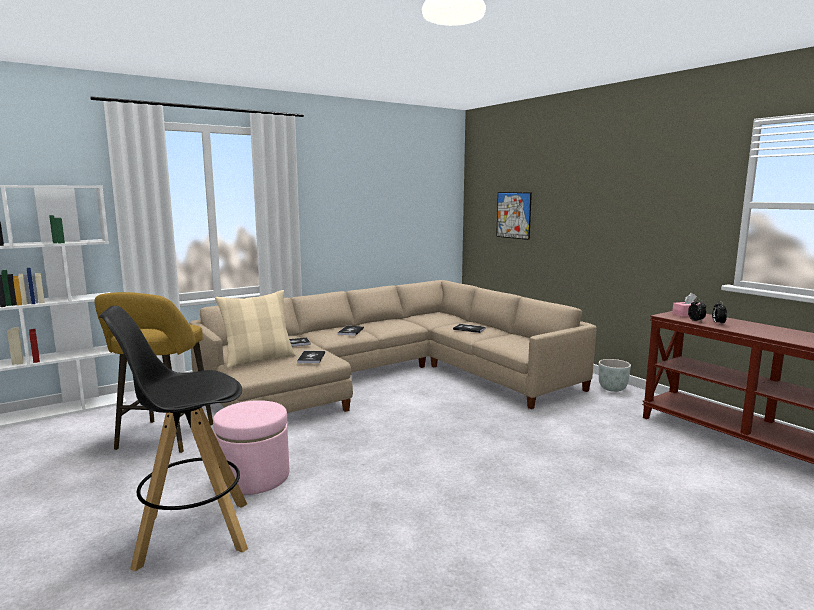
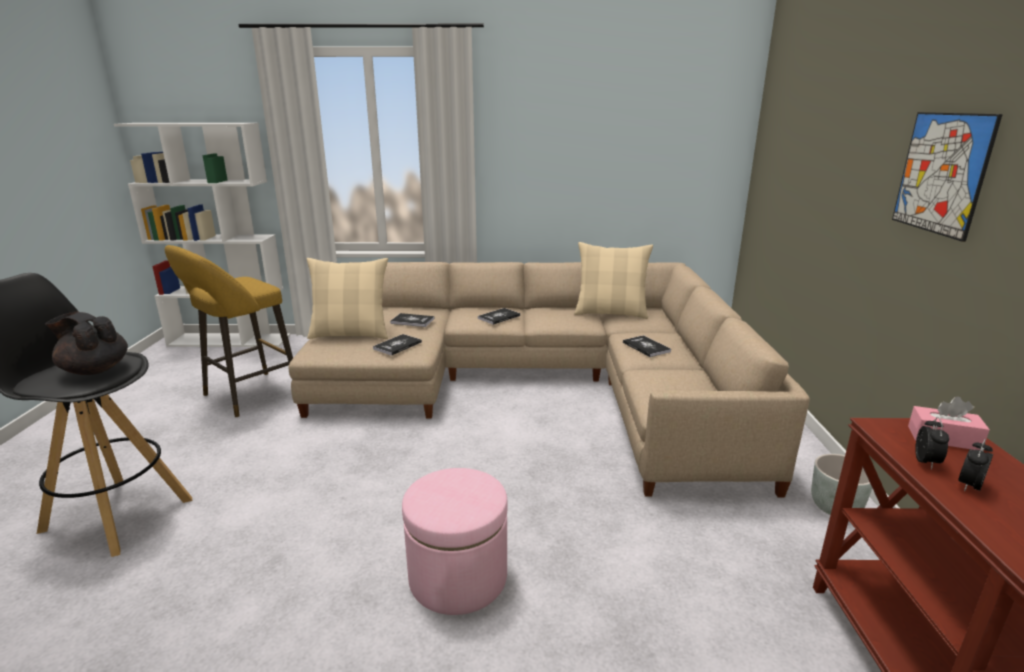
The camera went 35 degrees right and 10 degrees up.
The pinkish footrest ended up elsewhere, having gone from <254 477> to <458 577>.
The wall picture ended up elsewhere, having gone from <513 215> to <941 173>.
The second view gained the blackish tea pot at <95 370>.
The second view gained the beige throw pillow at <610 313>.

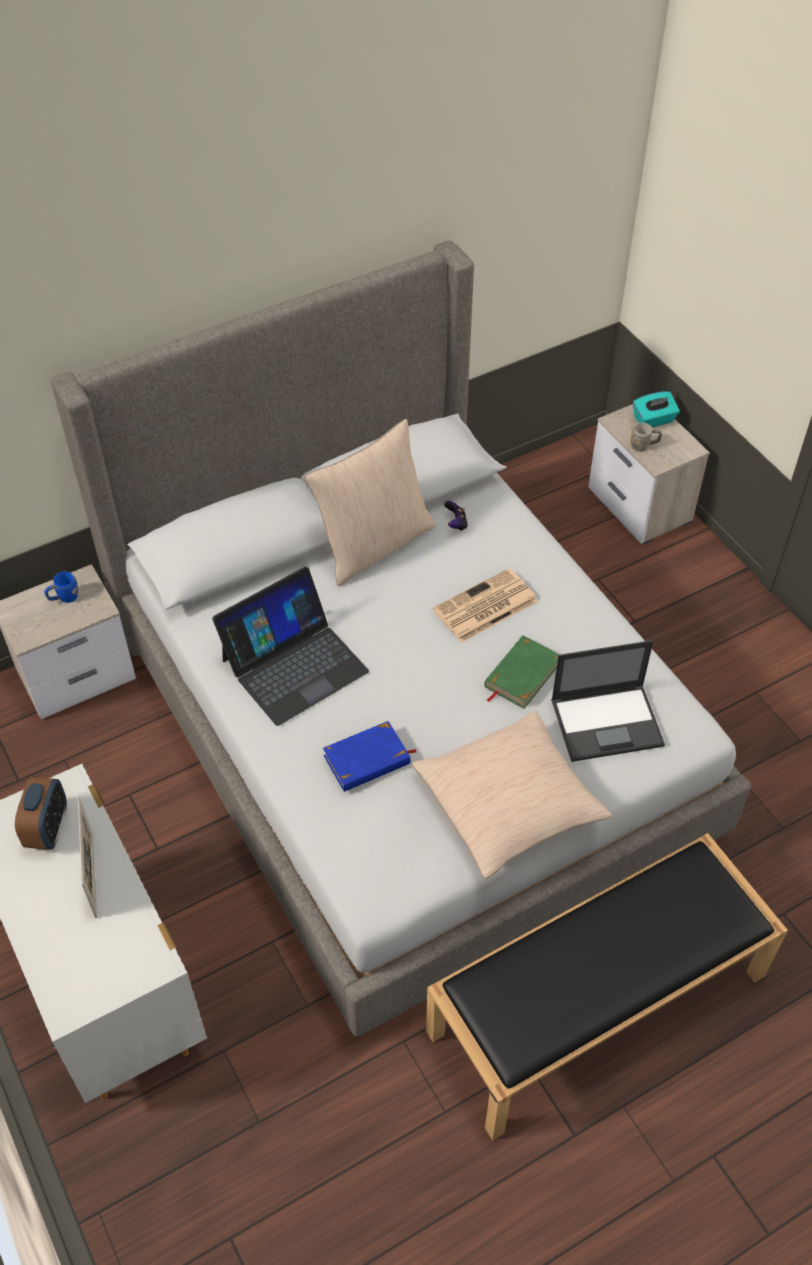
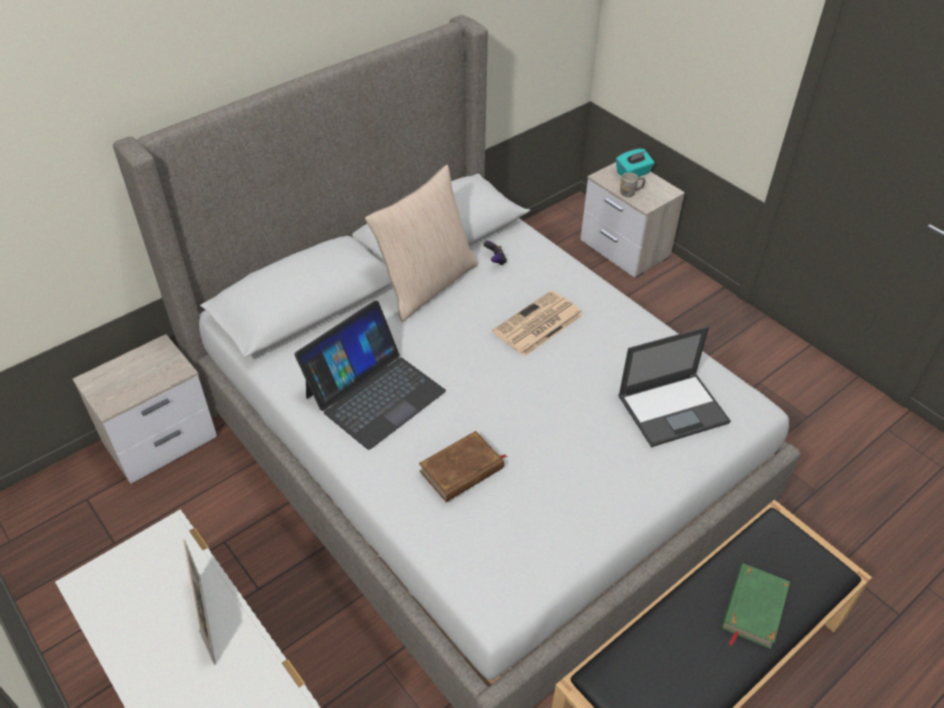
The camera went 10 degrees left and 5 degrees down.
The second view lost the alarm clock at <48 829>.
The second view lost the bluish mug at <64 598>.
What was the bluish bound book at <367 760> turned into the brown bound book at <462 470>.
The second view lost the beige throw pillow at <509 803>.
The greenish bound book ended up elsewhere, having gone from <521 675> to <753 608>.

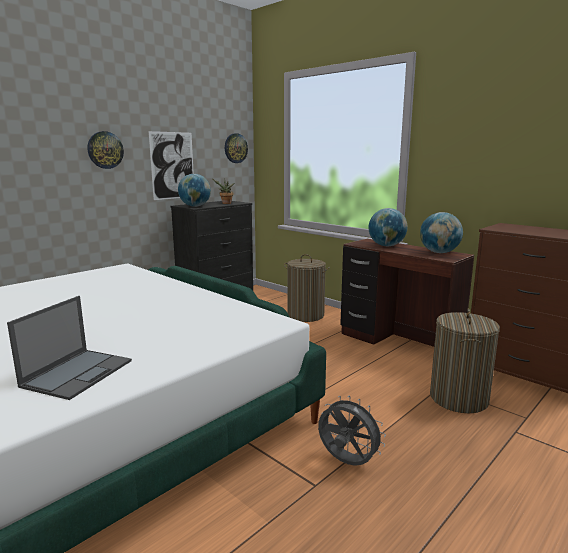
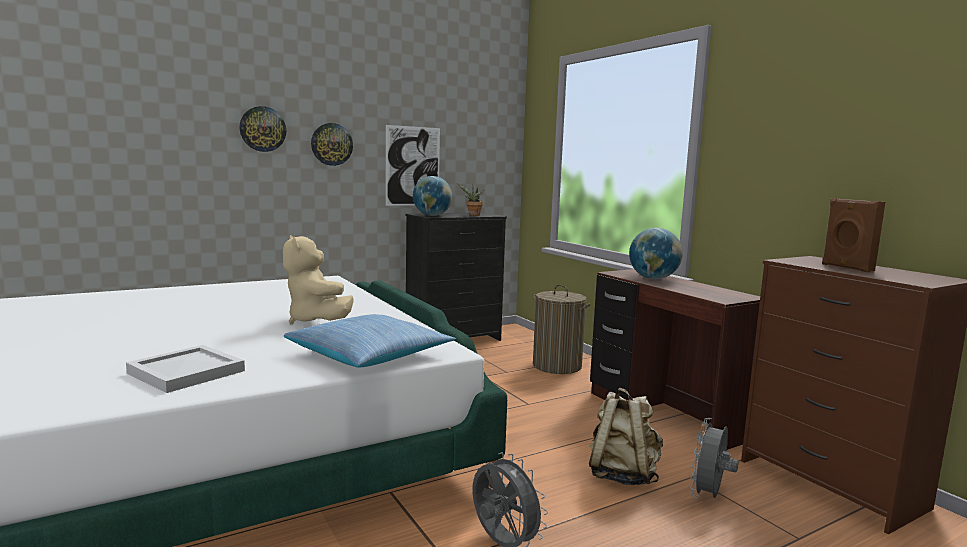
The camera went 15 degrees right and 5 degrees down.
Where the laptop stood at <78 373>, the white carrying tray came to stand at <187 371>.
The wall clock ended up elsewhere, having gone from <235 148> to <263 129>.
The second view lost the globe at <439 252>.
Where the laundry basket stood at <458 398>, the grey cooling fan came to stand at <709 496>.
The second view gained the beige soft toy at <316 321>.
The second view gained the throw pillow at <370 354>.
The second view gained the beige knapsack at <622 475>.
The second view gained the brown audio speaker at <846 267>.

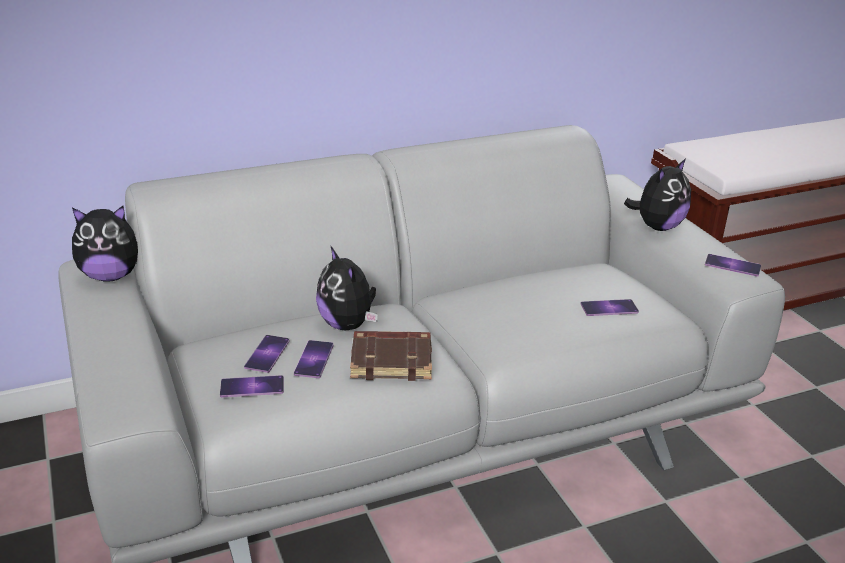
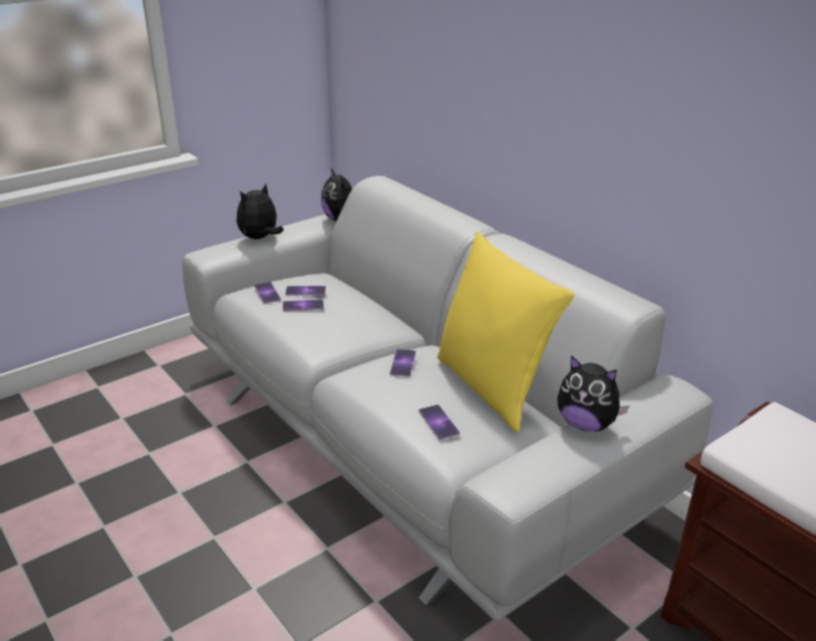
The camera went 75 degrees right and 0 degrees up.
The soft toy ended up elsewhere, having gone from <348 325> to <260 238>.
The second view lost the brown bound book at <392 360>.
The handset ended up elsewhere, having gone from <732 265> to <403 363>.
The second view gained the yellow throw pillow at <492 387>.

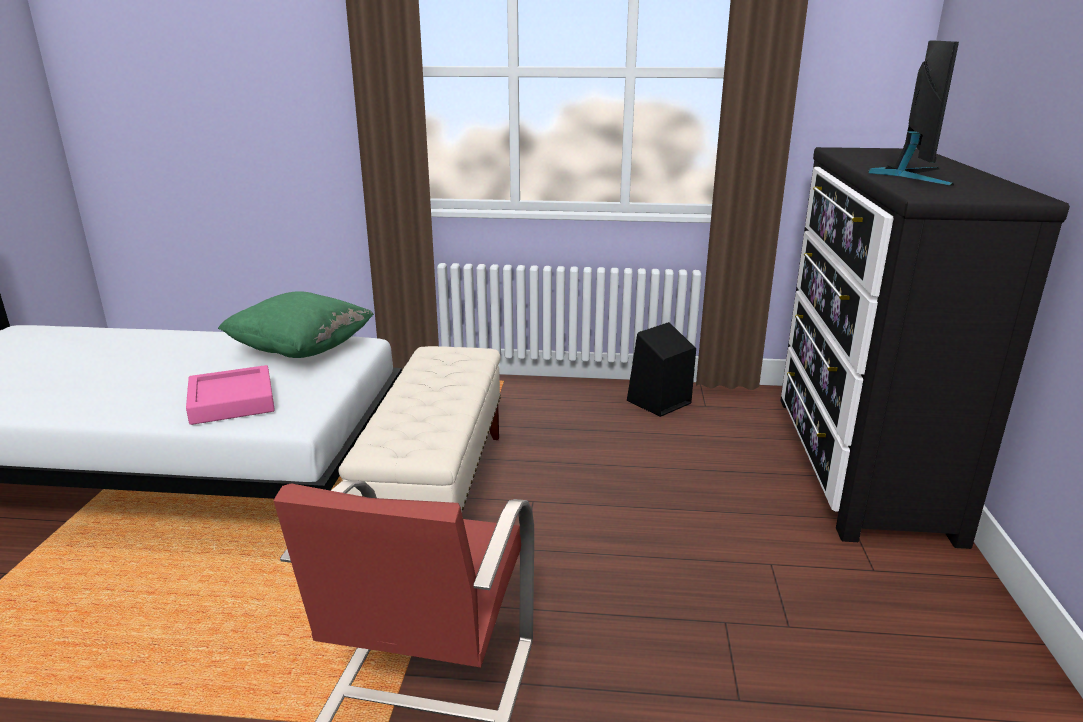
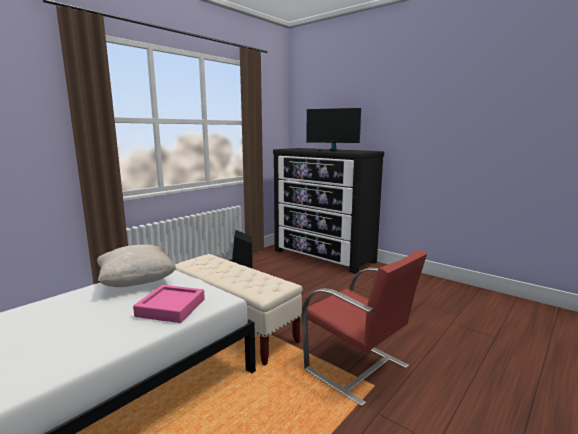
The camera went 55 degrees left and 10 degrees down.
What was the greenish throw pillow at <301 351> turned into the beige throw pillow at <137 282>.
The computer display at <911 175> ended up facing another way, 150 degrees clockwise from before.

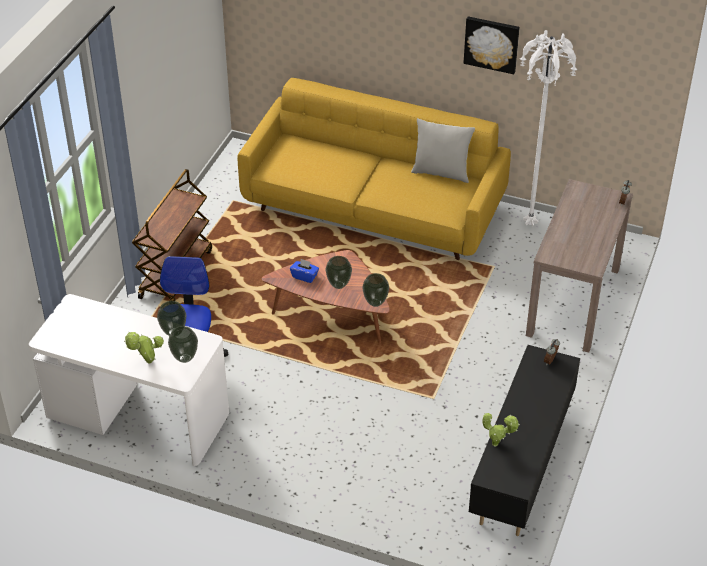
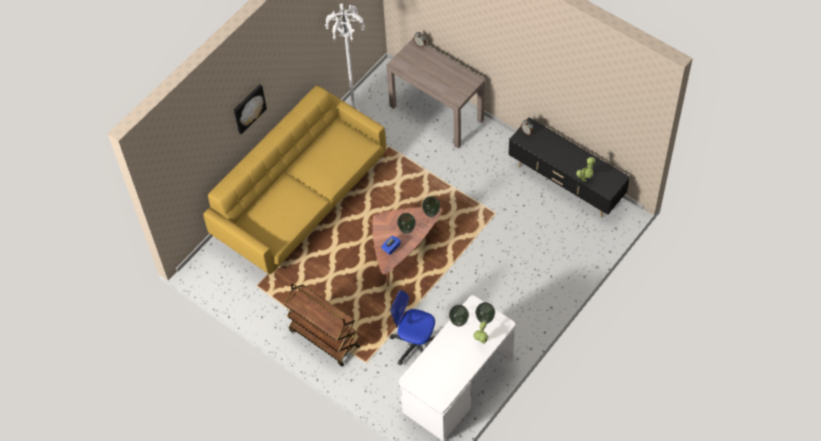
The camera went 70 degrees left and 15 degrees up.
The second view lost the grey throw pillow at <441 172>.
The wall picture ended up elsewhere, having gone from <491 44> to <248 108>.

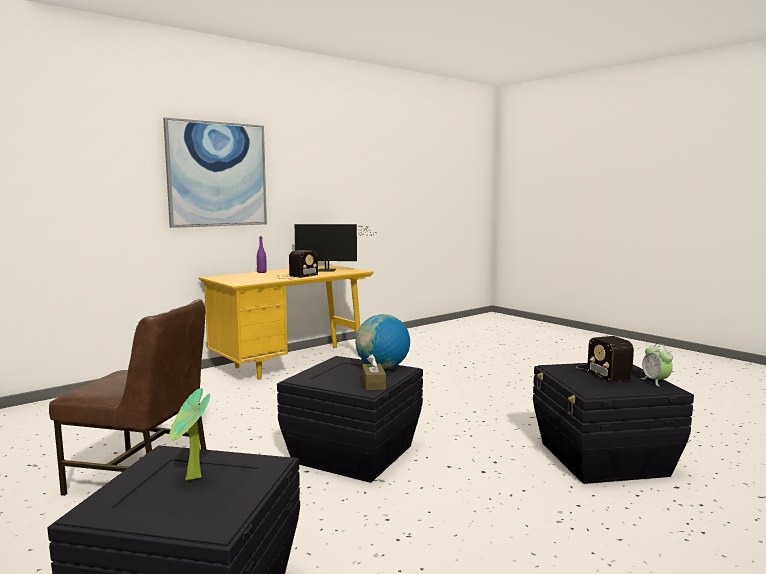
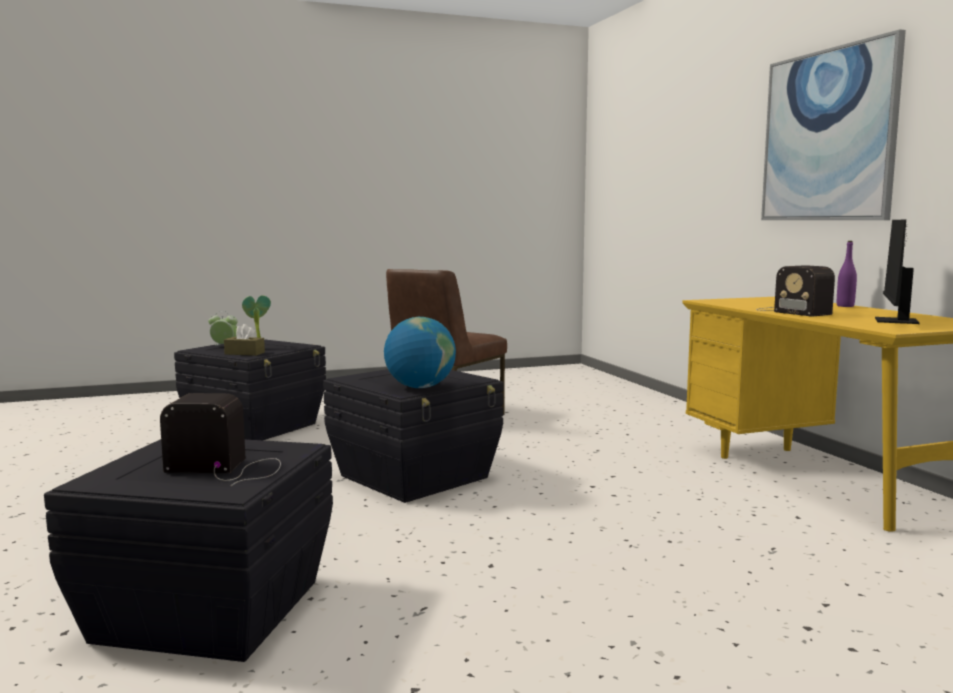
The camera went 110 degrees right and 0 degrees up.
The brown box of tissues ended up elsewhere, having gone from <373 384> to <244 353>.
The alarm clock ended up elsewhere, having gone from <655 381> to <224 346>.

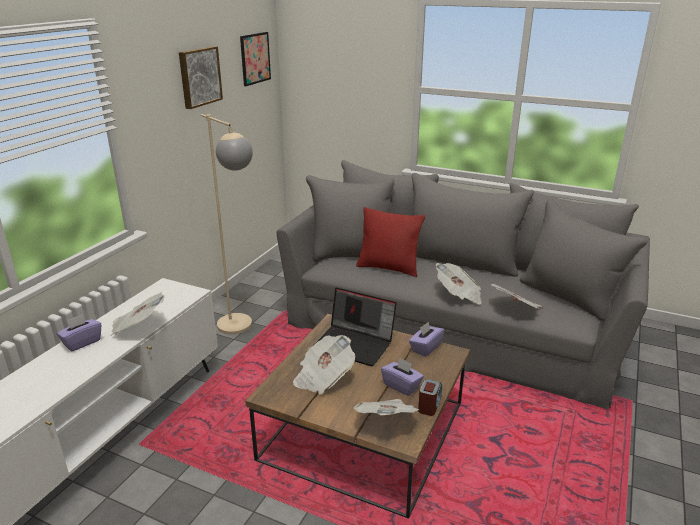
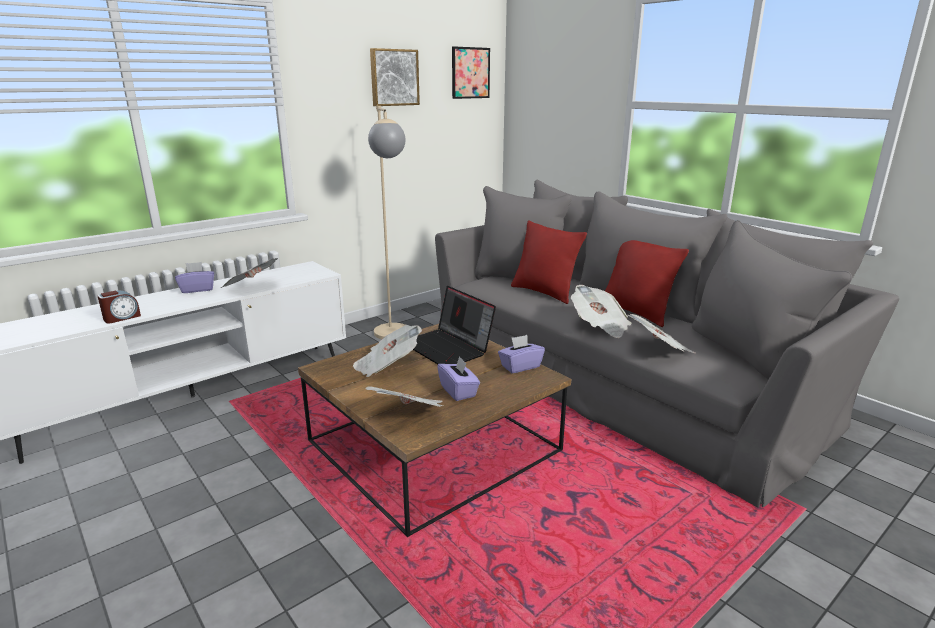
The camera went 25 degrees right and 5 degrees down.
The alarm clock ended up elsewhere, having gone from <429 405> to <122 318>.
The second view gained the red throw pillow at <636 312>.

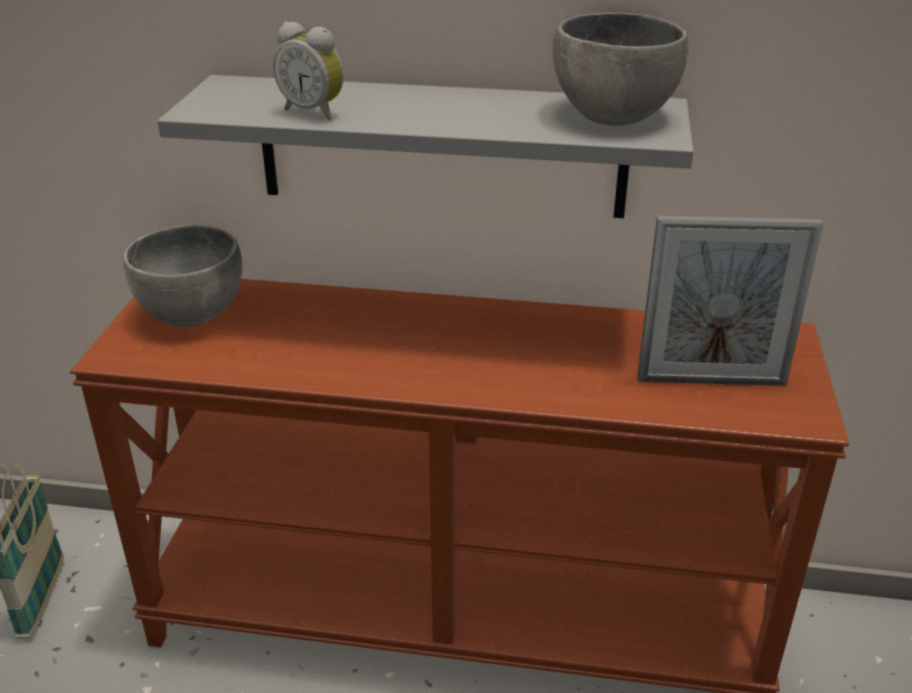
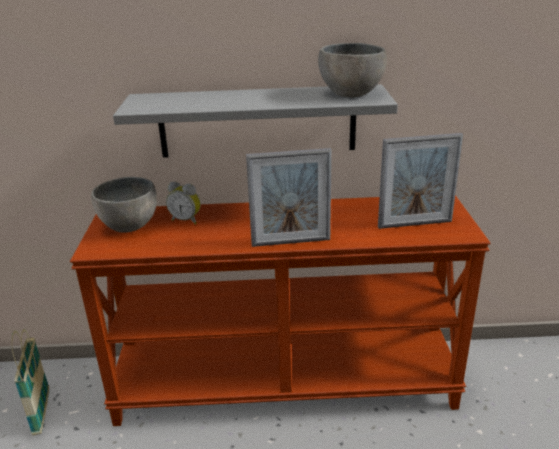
The camera went 10 degrees left and 5 degrees down.
The alarm clock ended up elsewhere, having gone from <314 112> to <186 220>.
The second view gained the photo frame at <291 242>.

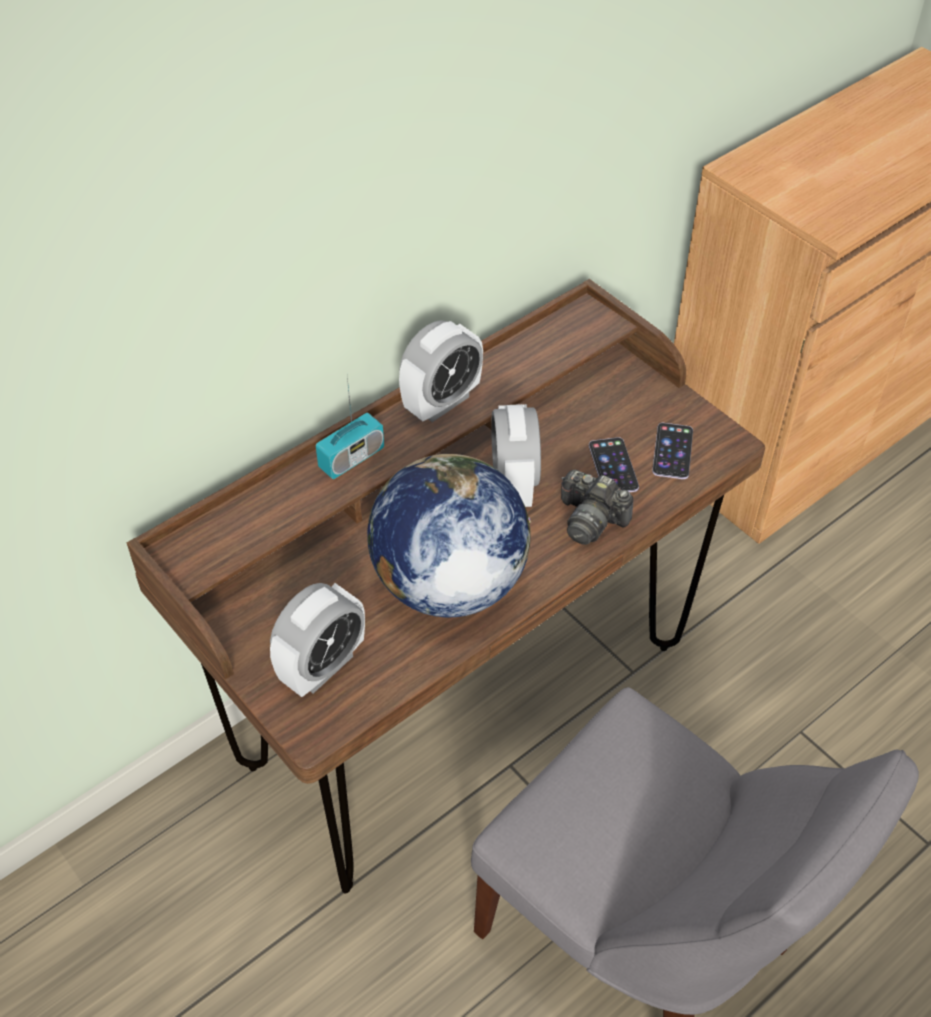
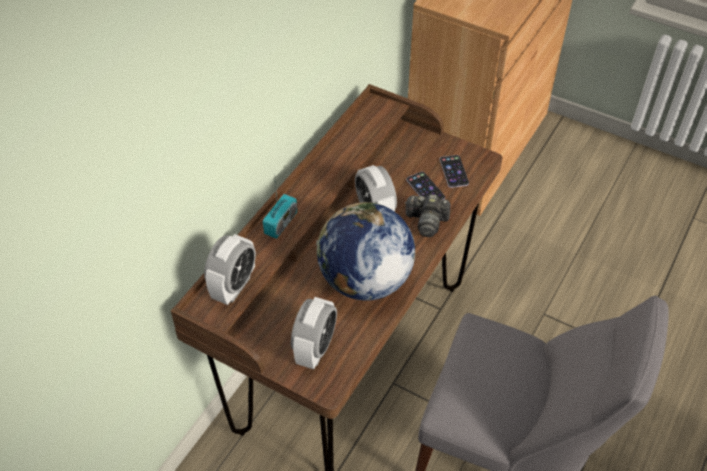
The camera went 20 degrees left and 0 degrees up.
The alarm clock ended up elsewhere, having gone from <442 403> to <234 287>.

